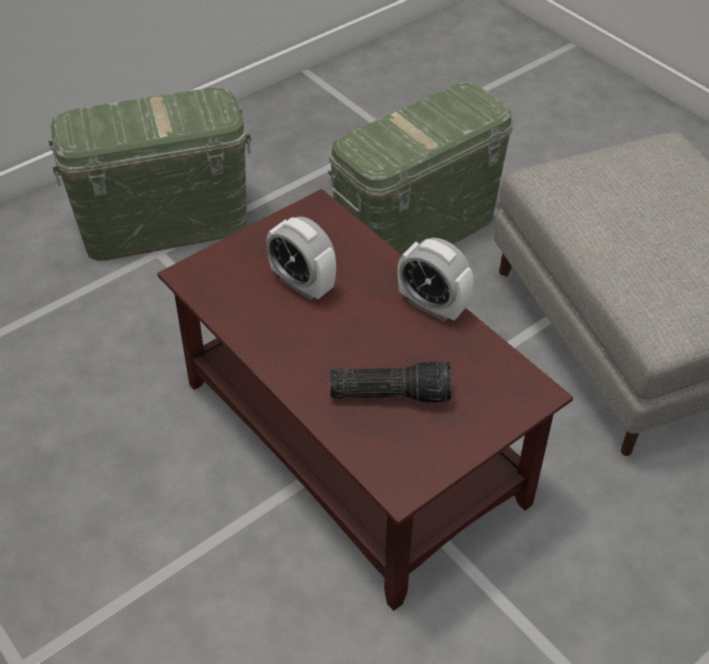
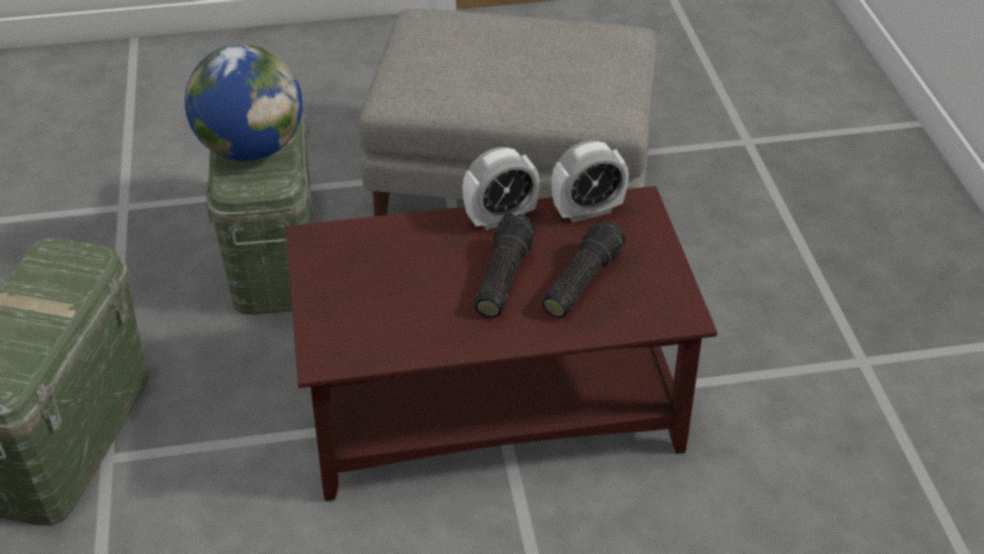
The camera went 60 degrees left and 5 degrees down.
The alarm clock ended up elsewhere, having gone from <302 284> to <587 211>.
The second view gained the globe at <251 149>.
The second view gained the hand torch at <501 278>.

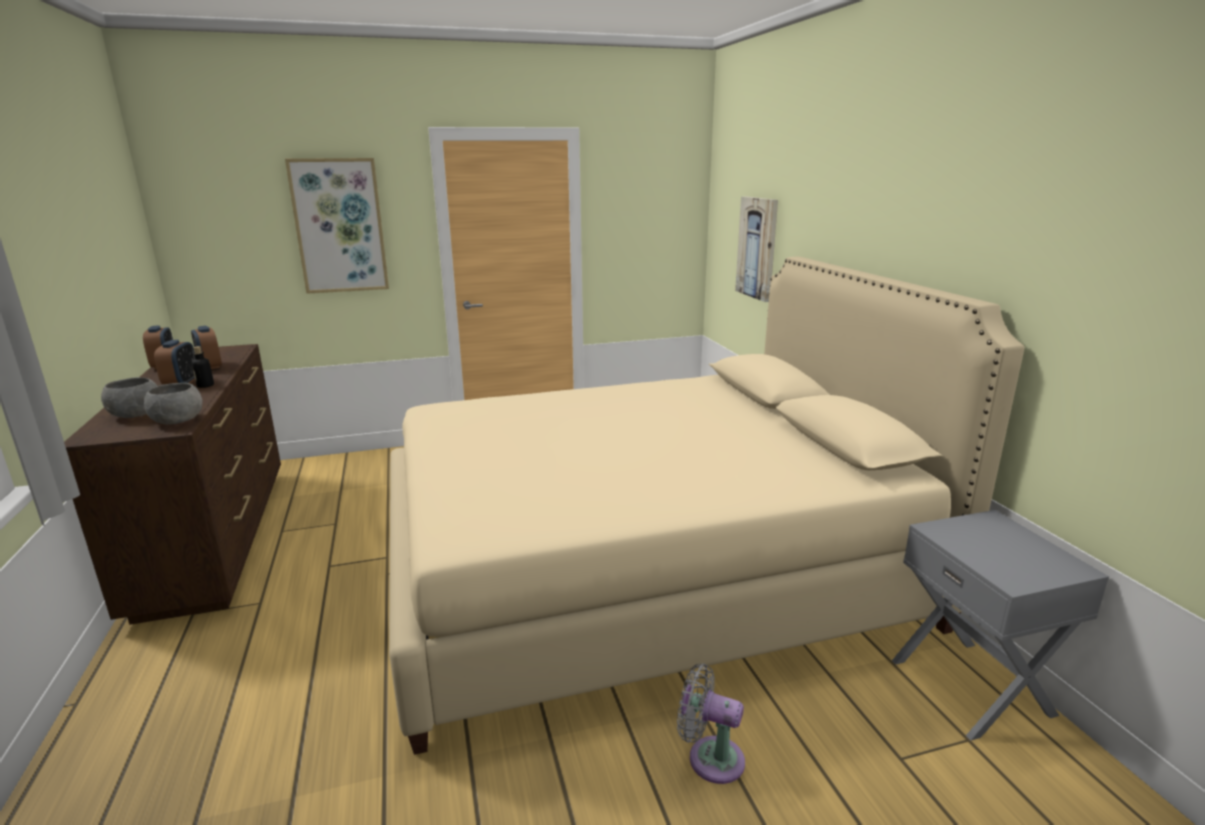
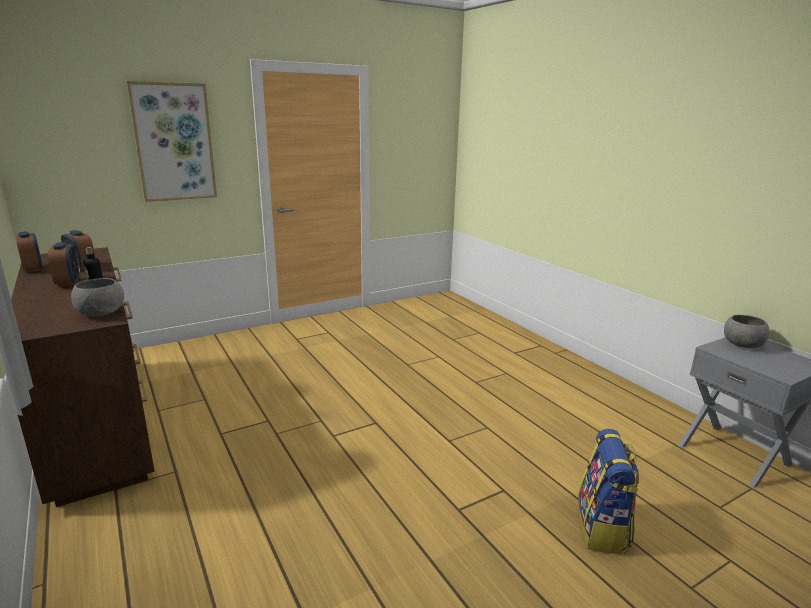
The camera went 15 degrees left and 0 degrees up.
The grey bowl ended up elsewhere, having gone from <136 414> to <743 344>.
The second view lost the beige bed at <644 572>.
Where the grey cooling fan stood at <710 757>, the knapsack came to stand at <603 529>.
The second view lost the wall picture at <757 248>.

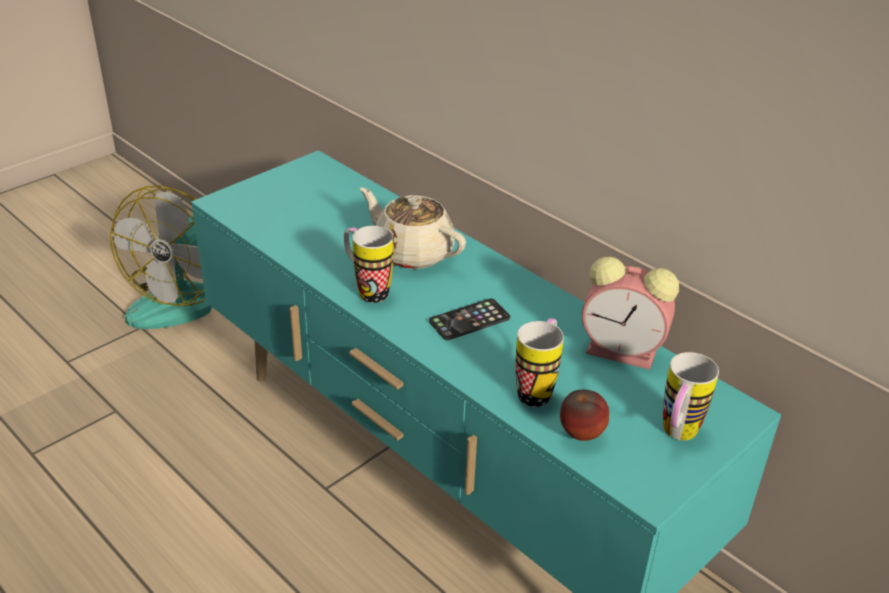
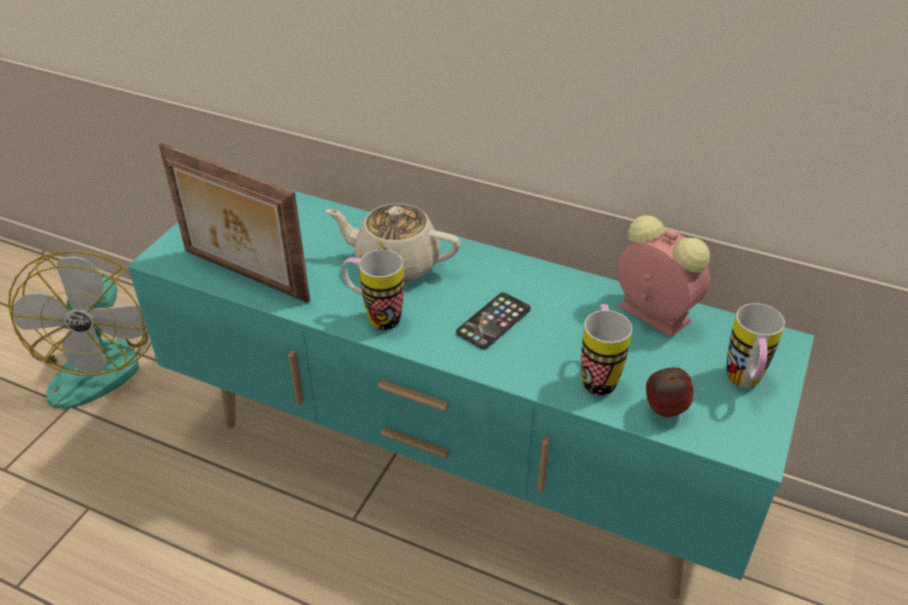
The camera went 20 degrees left and 5 degrees up.
The alarm clock at <624 351> ended up facing another way, 135 degrees counterclockwise from before.
The second view gained the photo frame at <243 277>.

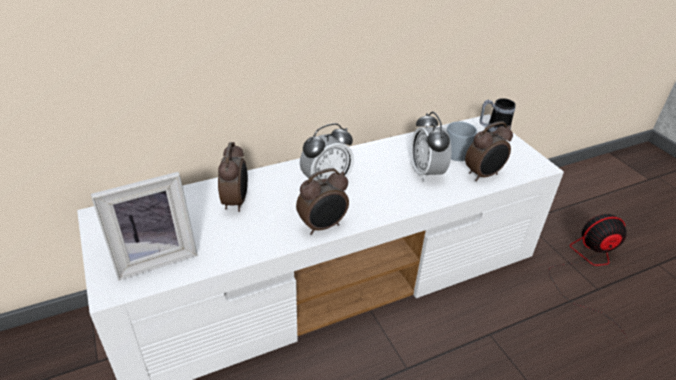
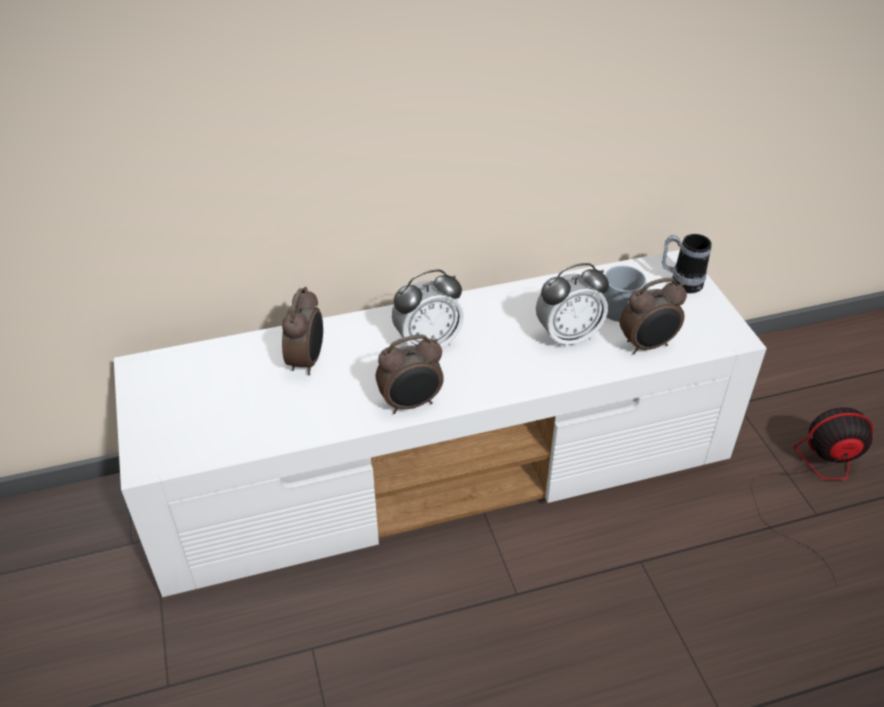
The camera went 10 degrees right and 5 degrees up.
The second view lost the photo frame at <155 257>.
The alarm clock at <426 172> ended up facing another way, 105 degrees counterclockwise from before.

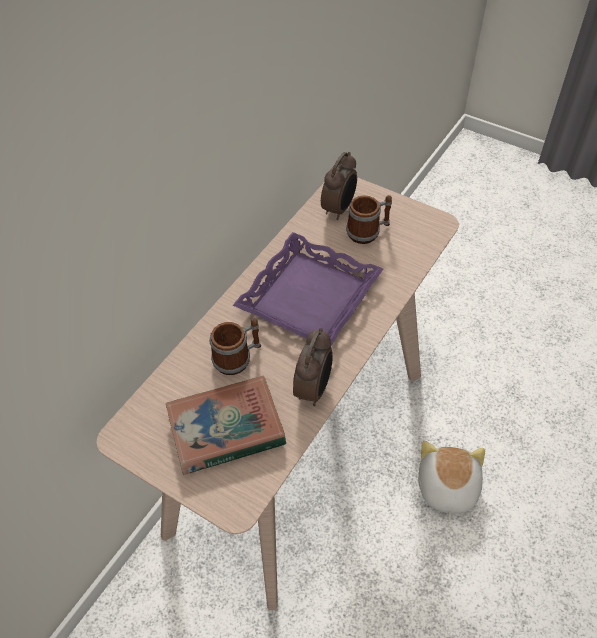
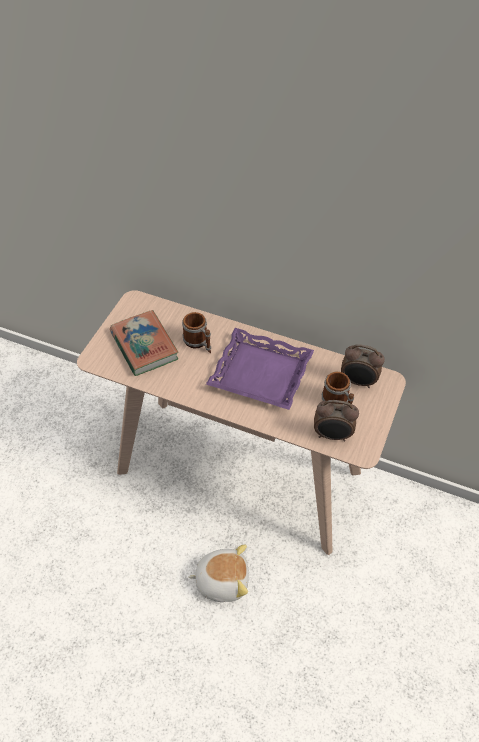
The camera went 80 degrees right and 0 degrees up.
The alarm clock ended up elsewhere, having gone from <314 389> to <332 435>.

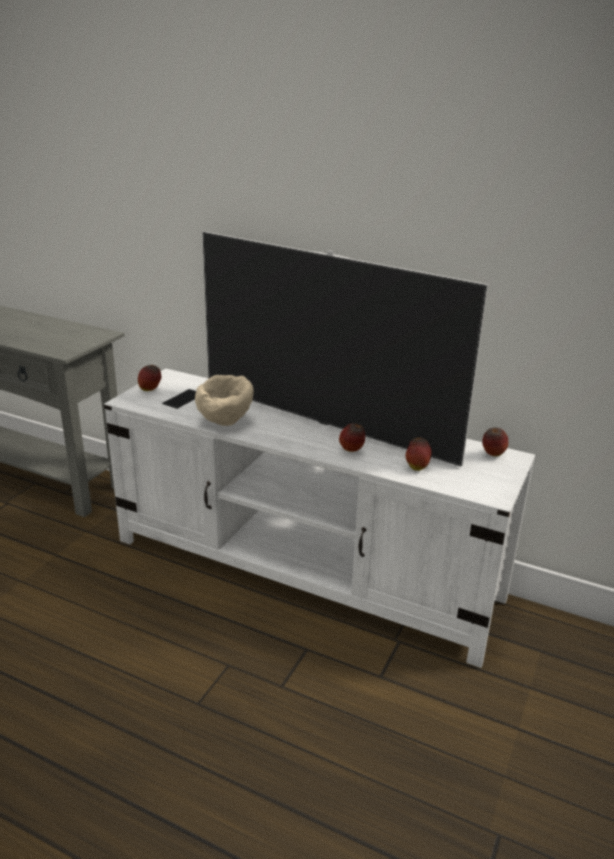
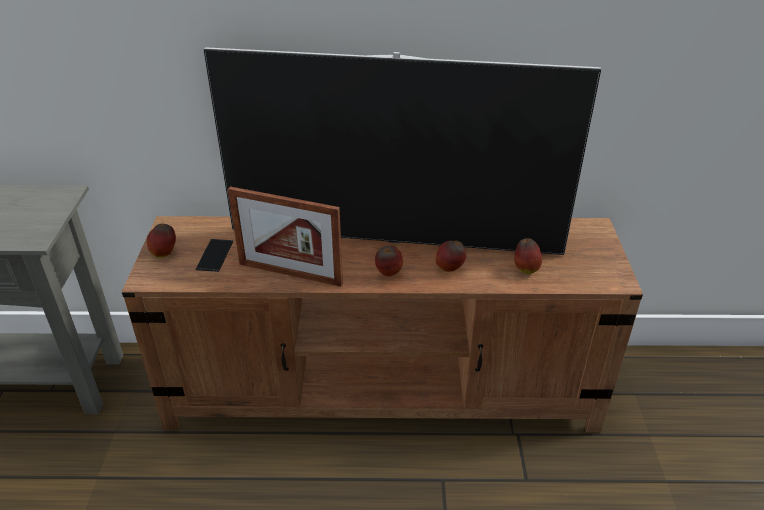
The camera went 25 degrees left and 10 degrees up.
What was the white tv unit at <305 570> turned into the brown tv unit at <383 389>.
Where the beige bowl stood at <225 422>, the photo frame came to stand at <290 274>.
The apple ended up elsewhere, having gone from <492 455> to <388 274>.

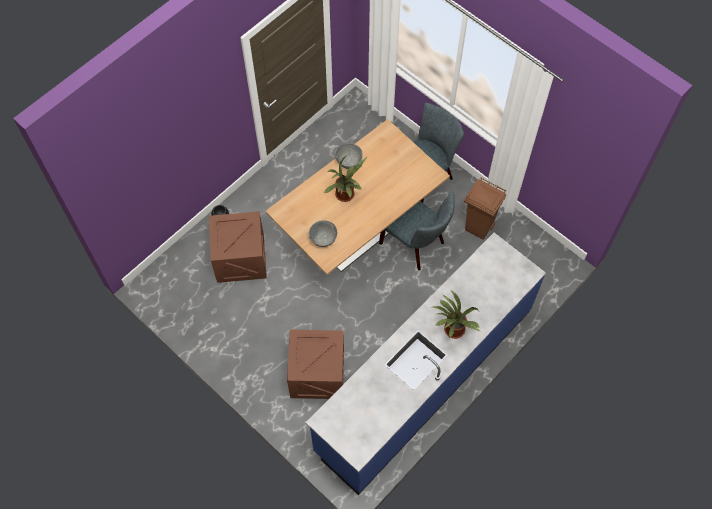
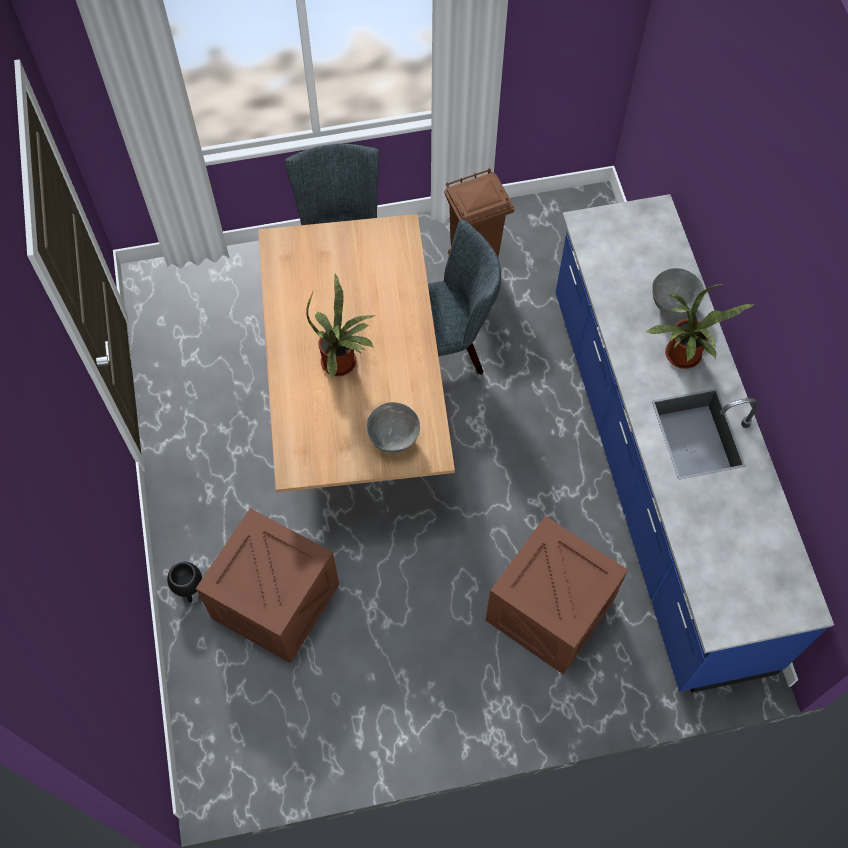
The camera went 55 degrees left and 0 degrees up.
The grey bowl ended up elsewhere, having gone from <349 163> to <673 306>.

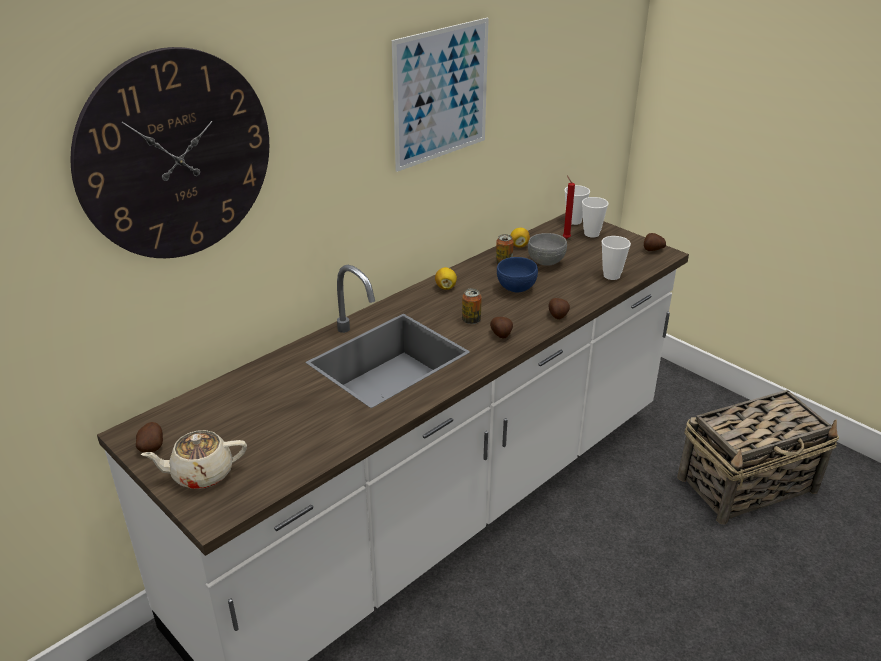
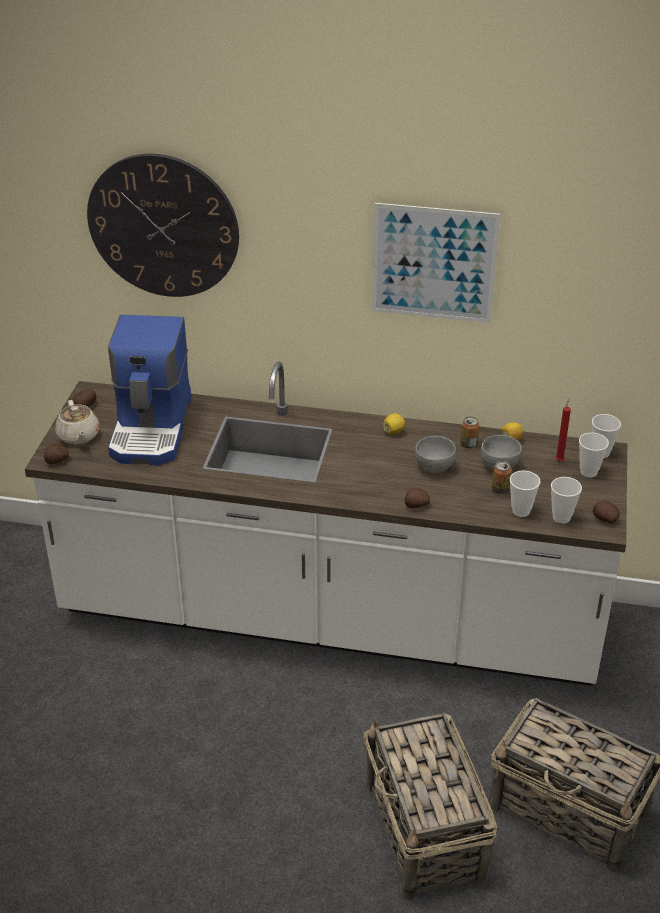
The camera went 55 degrees right and 5 degrees up.
The beige tea pot at <201 474> ended up facing another way, 150 degrees counterclockwise from before.
The metal can ended up elsewhere, having gone from <471 320> to <500 490>.
The whole potato ended up elsewhere, having gone from <501 334> to <56 461>.
What was the bluish bowl at <516 288> turned into the grey bowl at <435 467>.
The second view gained the coffee brewer at <152 428>.
The second view gained the basket at <425 833>.
The second view gained the small cup at <561 517>.

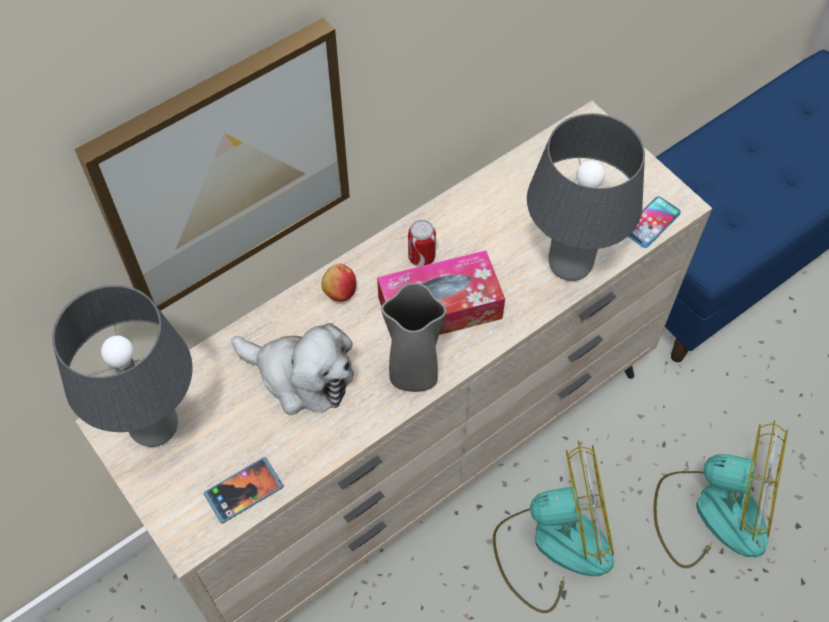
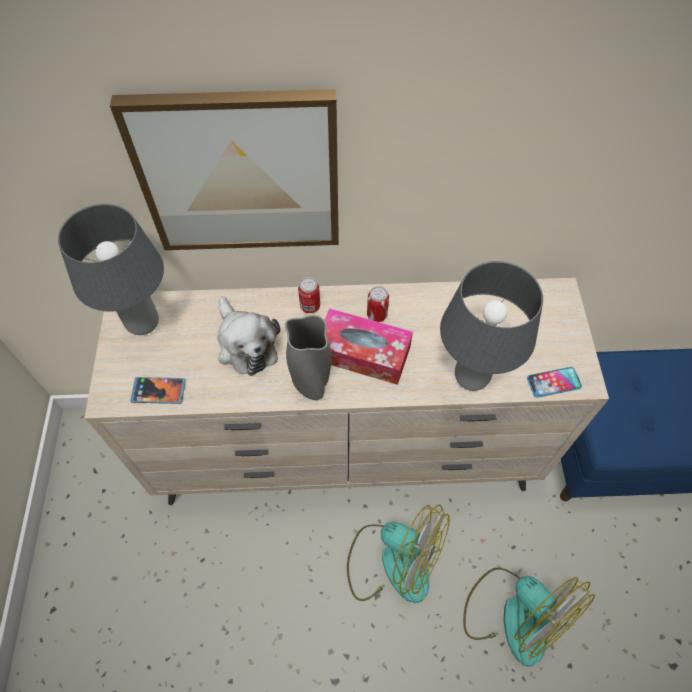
The camera went 35 degrees right and 0 degrees up.
Where the apple stood at <339 290>, the metal can came to stand at <310 306>.

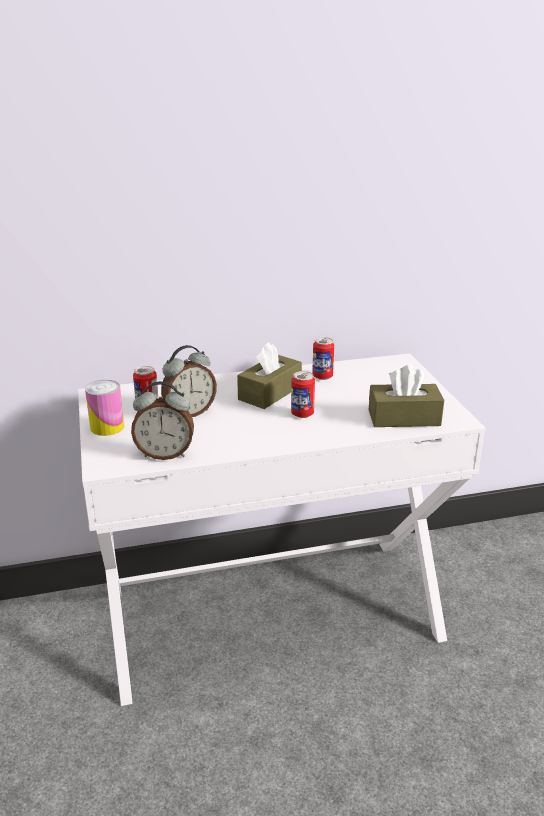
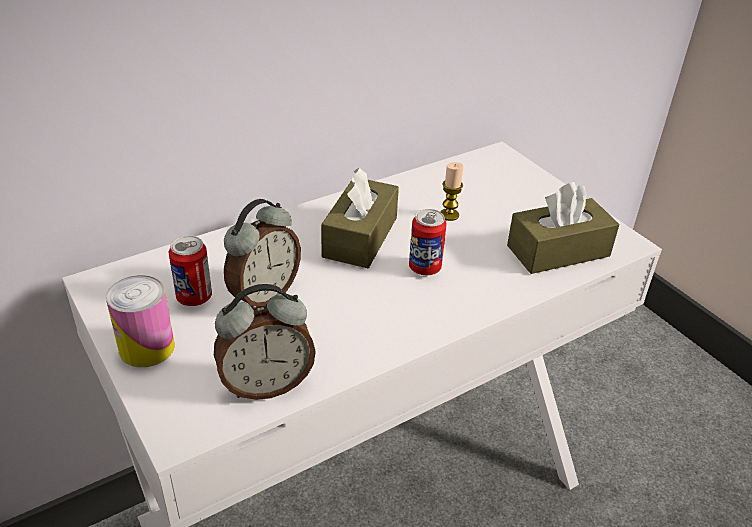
The camera went 20 degrees left and 10 degrees up.
The second view lost the metal can at <322 376>.
The second view gained the candle at <449 215>.

